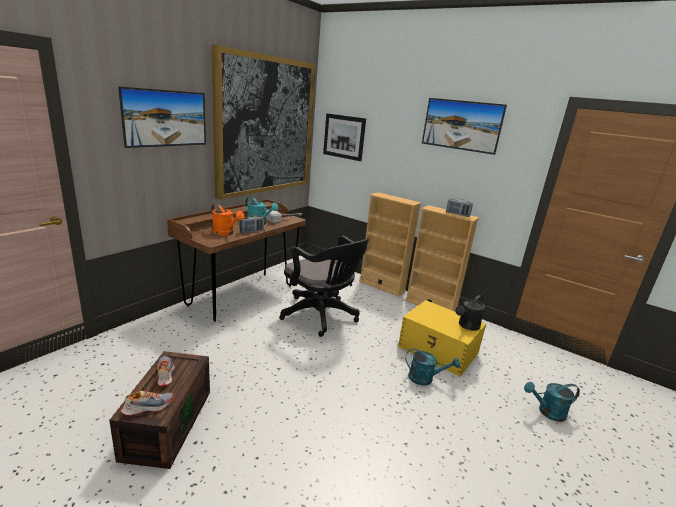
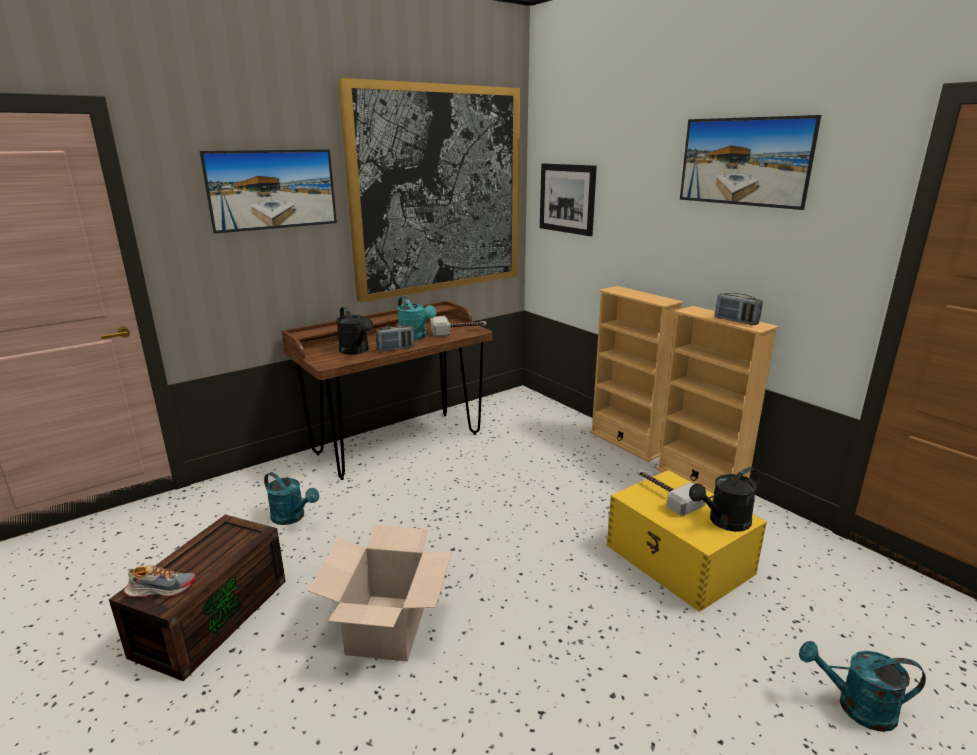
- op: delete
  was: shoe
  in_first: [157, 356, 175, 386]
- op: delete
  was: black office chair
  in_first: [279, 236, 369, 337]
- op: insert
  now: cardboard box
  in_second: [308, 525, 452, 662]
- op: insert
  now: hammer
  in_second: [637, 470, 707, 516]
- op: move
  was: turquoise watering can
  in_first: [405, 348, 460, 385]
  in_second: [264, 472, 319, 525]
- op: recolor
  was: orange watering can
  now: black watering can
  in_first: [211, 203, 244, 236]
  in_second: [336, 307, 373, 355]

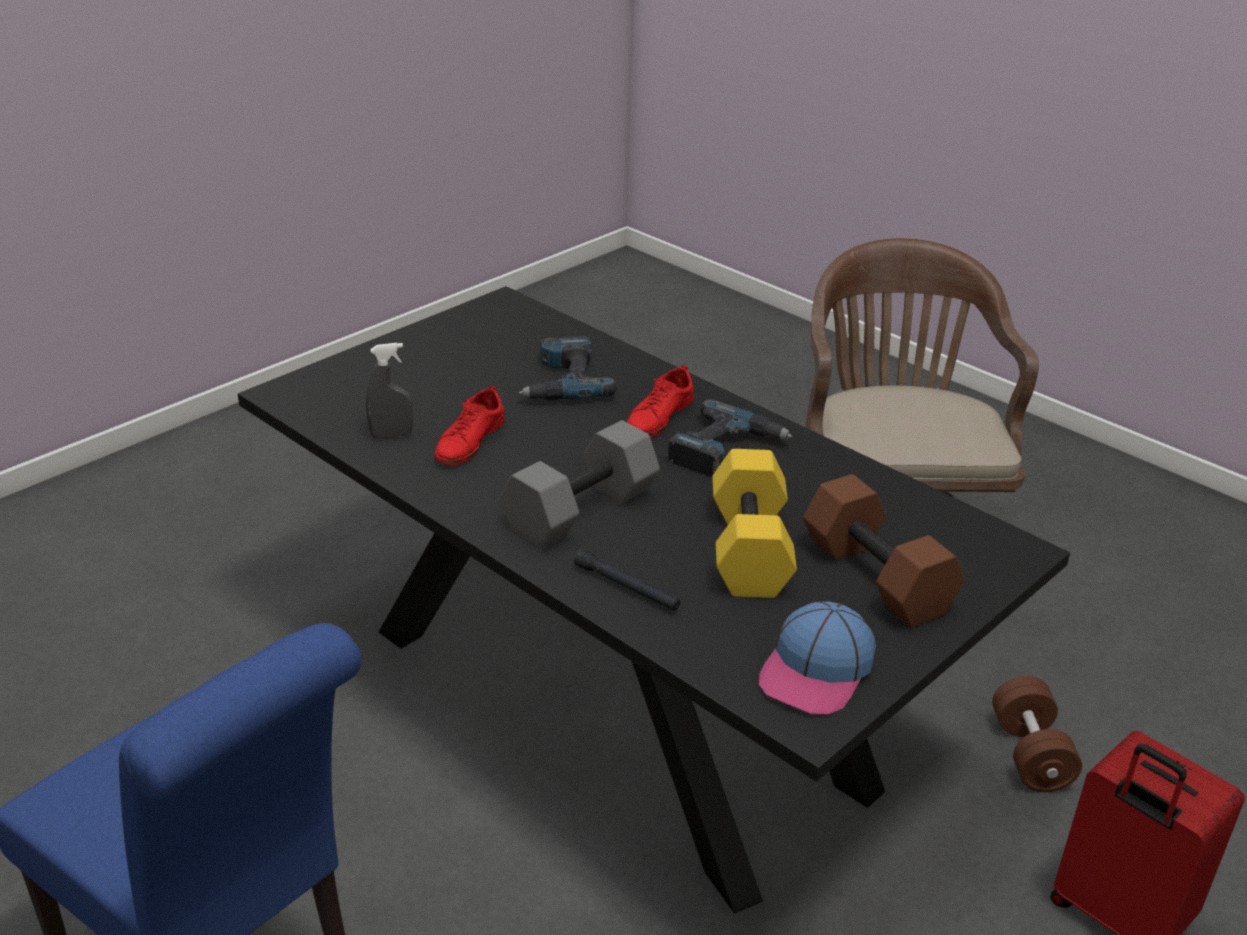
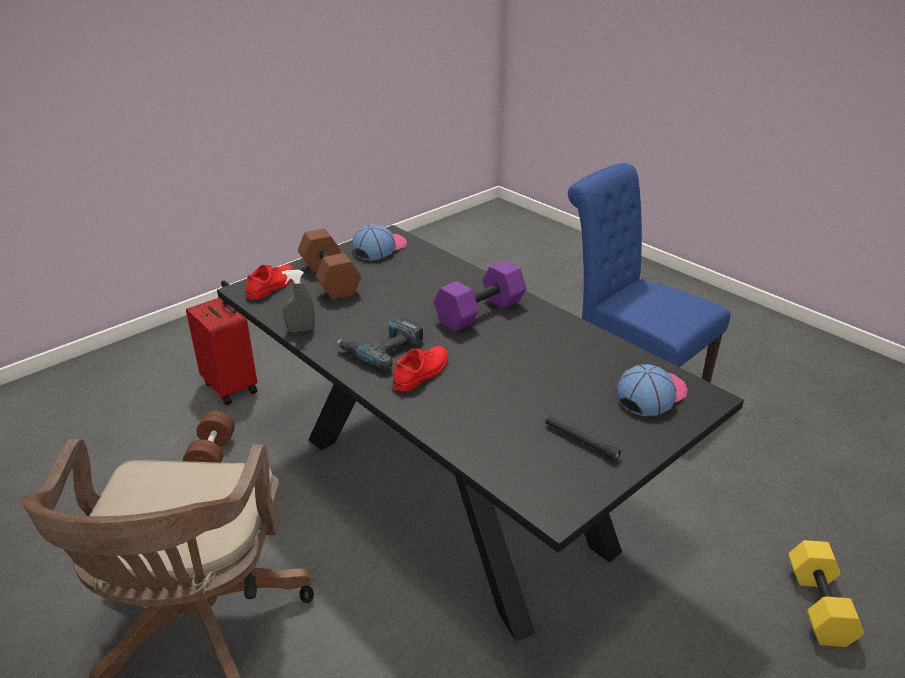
- op: delete
  was: power drill
  in_first: [519, 336, 618, 400]
- op: insert
  now: cap
  in_second: [616, 364, 688, 416]
- op: move
  was: grey spray bottle
  in_first: [366, 343, 413, 439]
  in_second: [282, 270, 315, 332]
- op: move
  was: red shoe
  in_first: [435, 386, 505, 465]
  in_second: [246, 264, 294, 299]
- op: move
  was: black flashlight
  in_first: [574, 549, 680, 611]
  in_second: [545, 416, 621, 461]
- op: move
  was: yellow dumbbell
  in_first: [712, 449, 797, 598]
  in_second: [788, 540, 864, 647]
- op: recolor
  was: grey dumbbell
  now: purple dumbbell
  in_first: [501, 420, 660, 549]
  in_second: [434, 260, 527, 332]

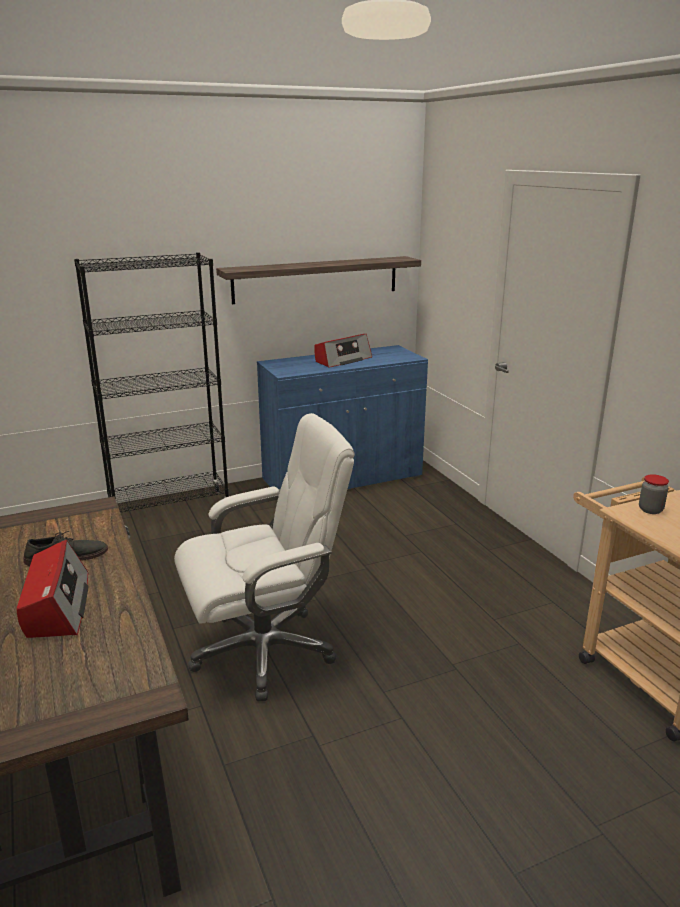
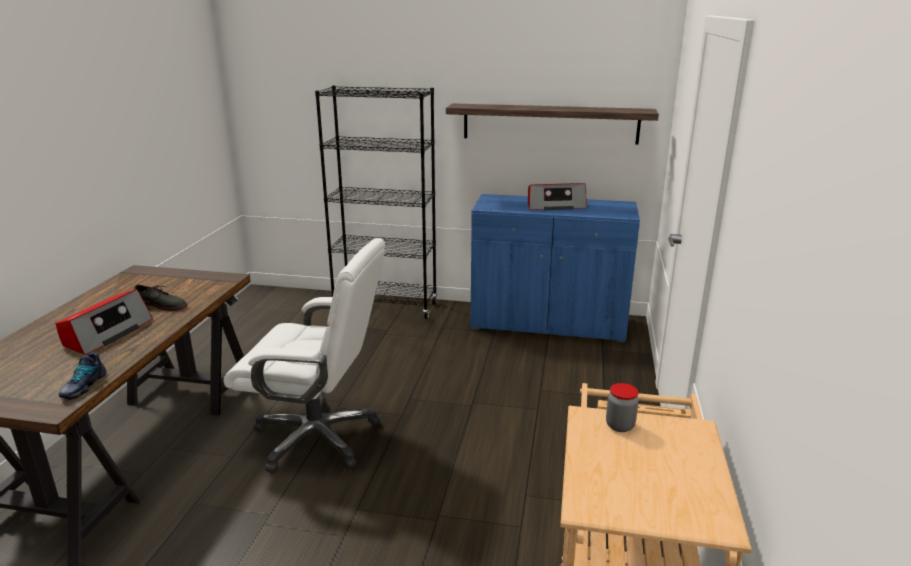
- op: insert
  now: shoe
  in_second: [59, 353, 106, 400]

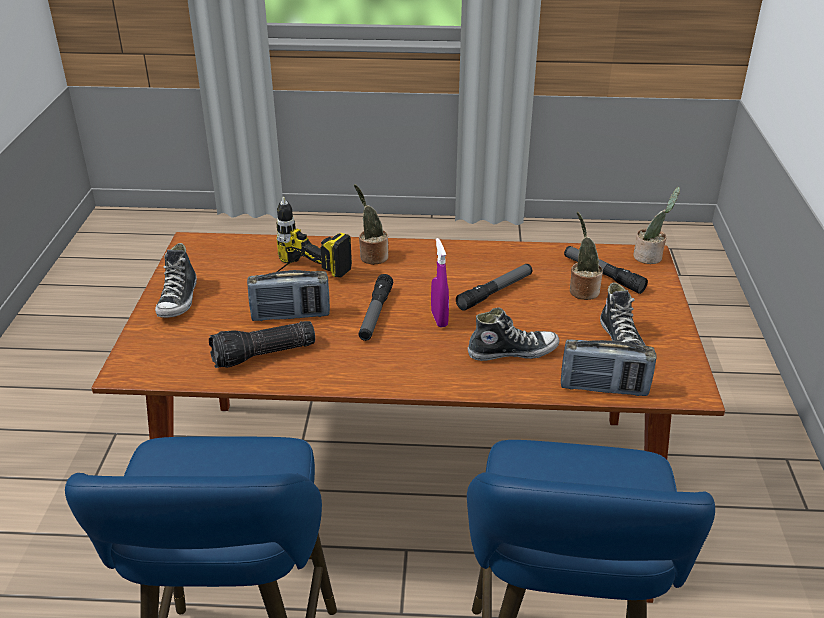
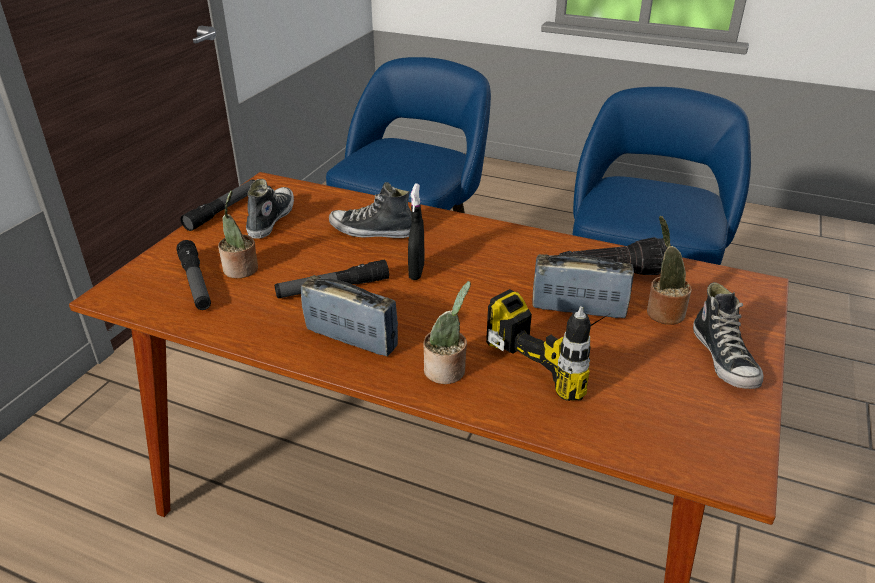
- op: move
  was: flashlight
  in_first: [359, 274, 393, 341]
  in_second: [180, 179, 255, 231]
- op: move
  was: radio
  in_first: [561, 339, 657, 396]
  in_second: [301, 275, 398, 356]
- op: move
  was: potted plant
  in_first: [633, 187, 680, 264]
  in_second: [647, 216, 692, 325]
- op: recolor
  was: purple spray bottle
  now: black spray bottle
  in_first: [431, 238, 449, 327]
  in_second: [408, 184, 425, 280]
- op: rotate
  was: shoe
  in_first: [155, 243, 197, 318]
  in_second: [693, 282, 763, 389]
  clockwise: 150

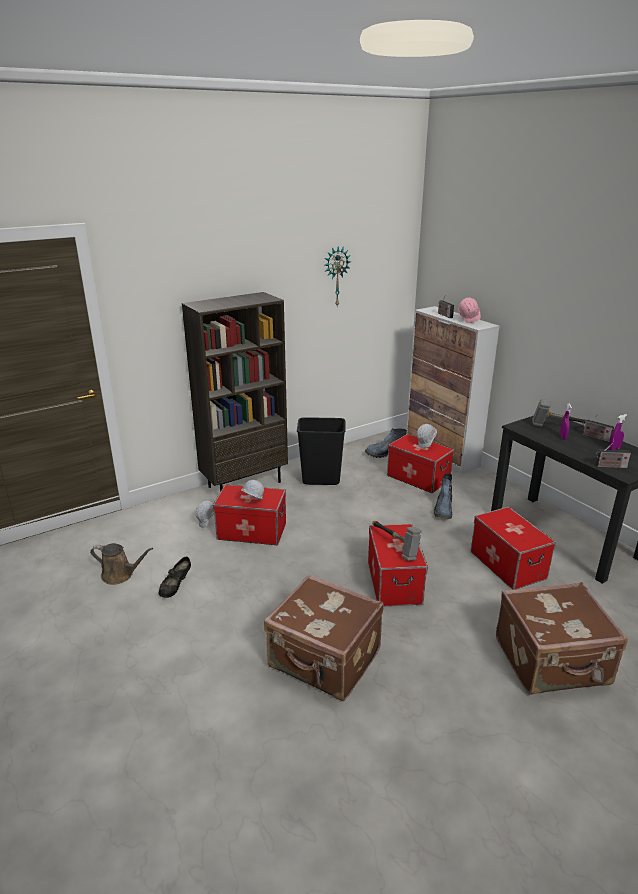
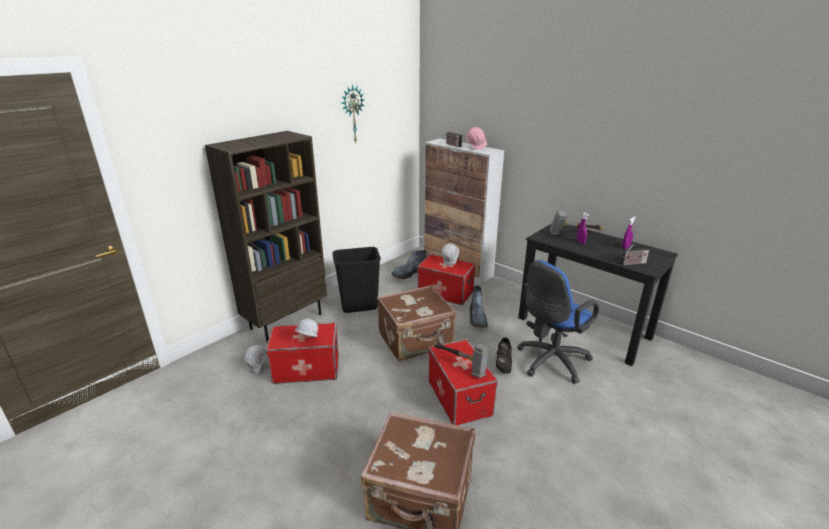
- op: delete
  was: brown watering can
  in_first: [90, 543, 153, 585]
- op: delete
  was: radio
  in_first: [583, 415, 614, 442]
- op: move
  was: black shoe
  in_first: [158, 557, 191, 598]
  in_second: [496, 337, 512, 374]
- op: move
  was: brown suitcase
  in_first: [496, 582, 628, 695]
  in_second: [377, 285, 456, 361]
- op: replace
  was: storage box
  now: blue office chair
  in_first: [471, 507, 556, 590]
  in_second: [517, 260, 599, 384]

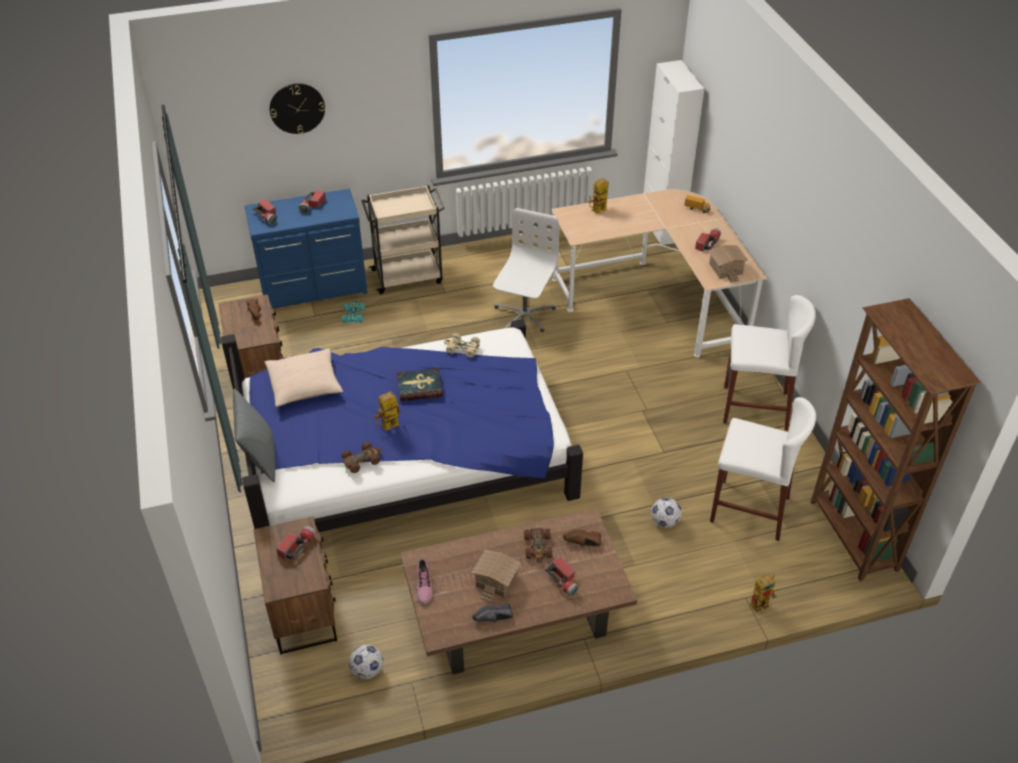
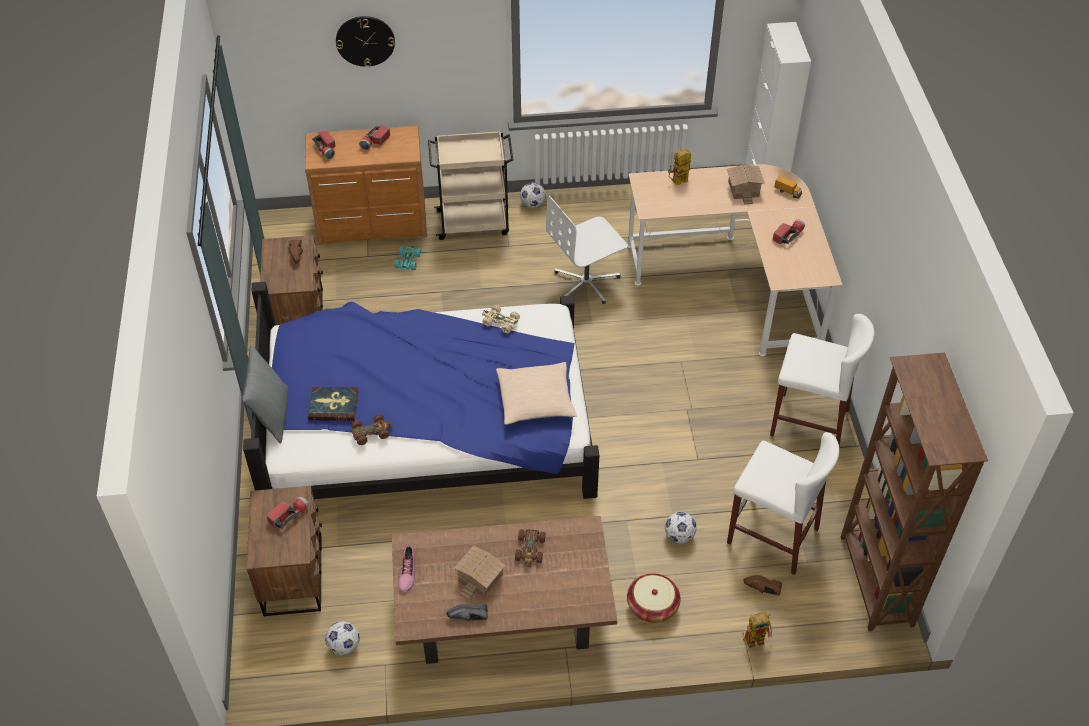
- op: delete
  was: toy robot
  in_first: [375, 391, 401, 431]
- op: delete
  was: flashlight
  in_first: [545, 557, 578, 597]
- op: insert
  now: football
  in_second: [520, 182, 546, 208]
- op: insert
  now: basket
  in_second: [627, 573, 680, 623]
- op: move
  was: beige pillow
  in_first: [265, 348, 343, 407]
  in_second: [496, 362, 577, 425]
- op: move
  was: book
  in_first: [397, 368, 443, 401]
  in_second: [308, 387, 359, 421]
- op: move
  was: brown shoe
  in_first: [563, 529, 601, 546]
  in_second: [743, 575, 782, 596]
- op: move
  was: toy house
  in_first: [708, 245, 748, 283]
  in_second: [727, 165, 765, 205]
- op: recolor
  was: blue dresser
  now: brown dresser
  in_first: [245, 189, 367, 309]
  in_second: [305, 126, 427, 245]
- op: rotate
  was: white office chair
  in_first: [493, 208, 559, 332]
  in_second: [546, 195, 628, 304]
  clockwise: -150

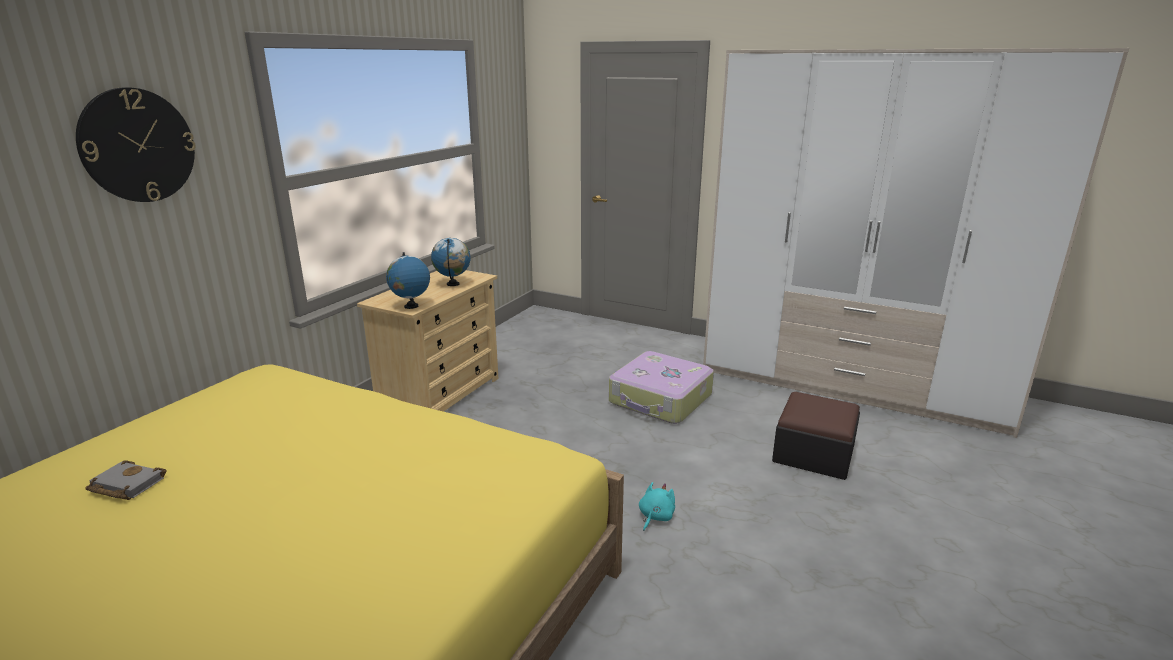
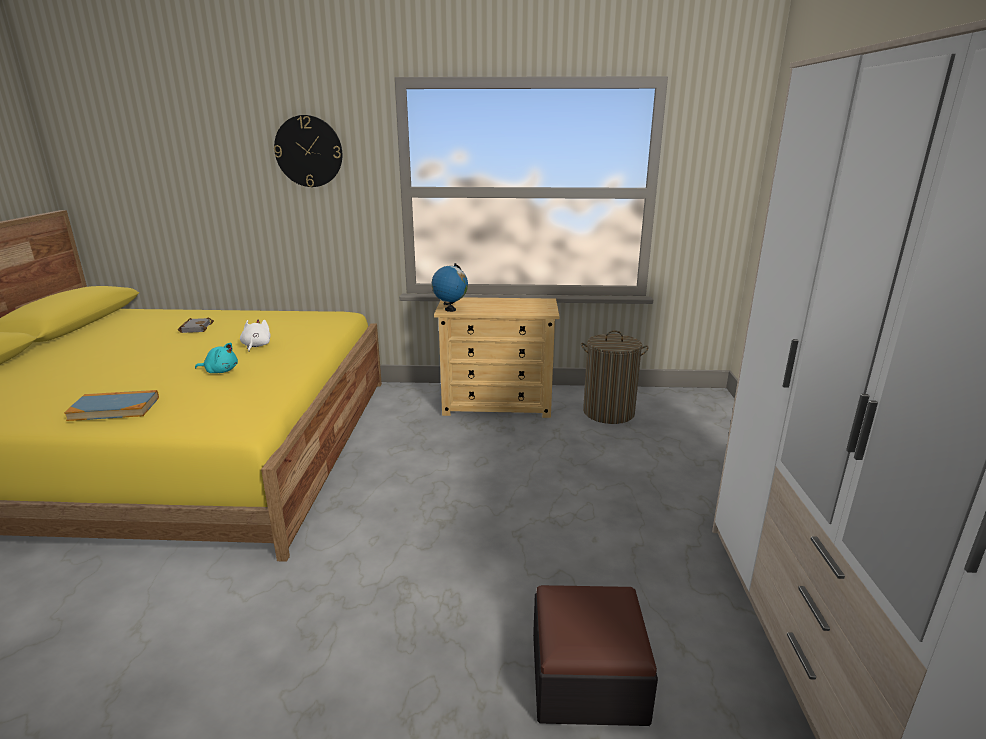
- op: delete
  was: globe
  in_first: [431, 238, 470, 286]
- op: delete
  was: suitcase
  in_first: [609, 351, 714, 424]
- op: insert
  now: book
  in_second: [64, 390, 159, 421]
- op: insert
  now: white plush toy
  in_second: [240, 319, 271, 352]
- op: insert
  now: laundry basket
  in_second: [581, 330, 649, 424]
- op: move
  was: turquoise plush toy
  in_first: [639, 482, 675, 531]
  in_second: [195, 343, 238, 373]

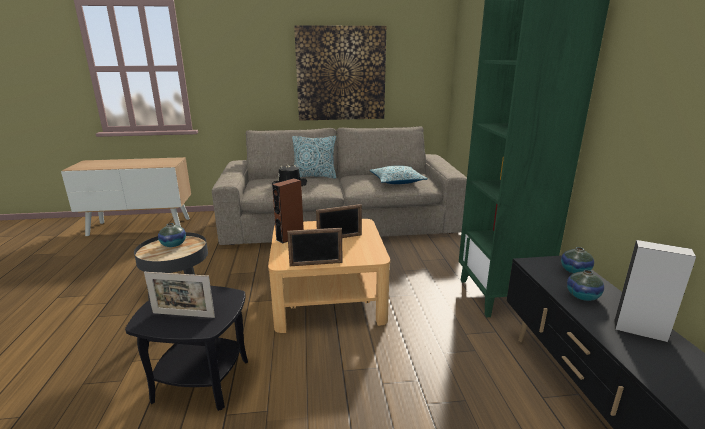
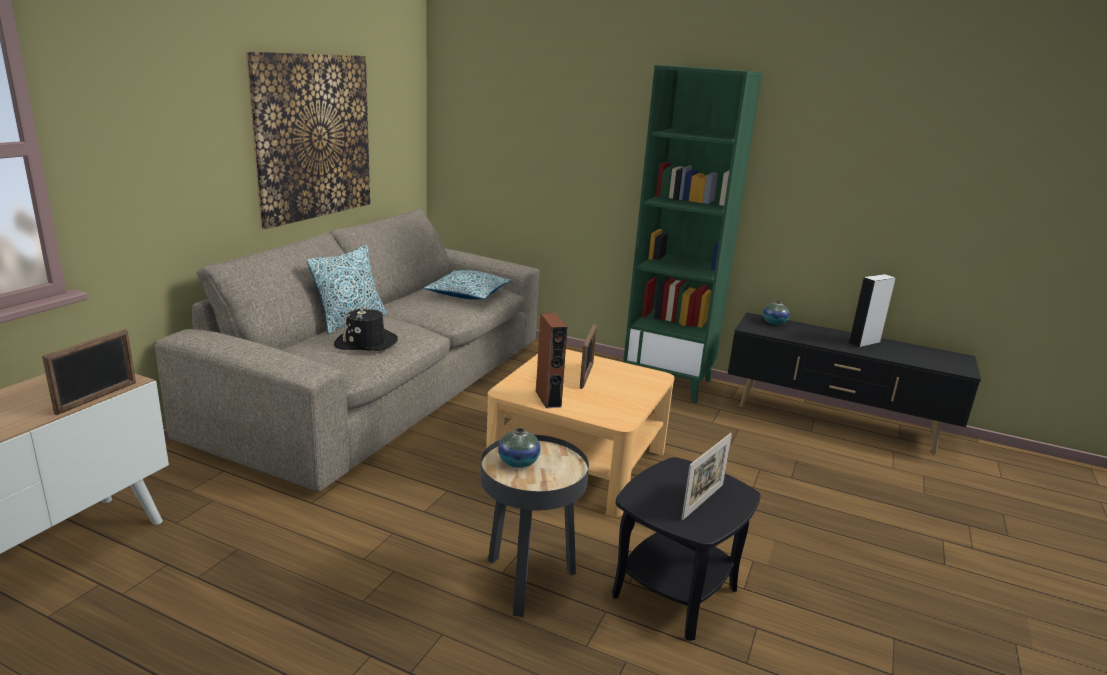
- op: delete
  was: vase
  in_first: [567, 270, 604, 301]
- op: move
  was: picture frame
  in_first: [287, 228, 343, 266]
  in_second: [42, 329, 136, 415]

